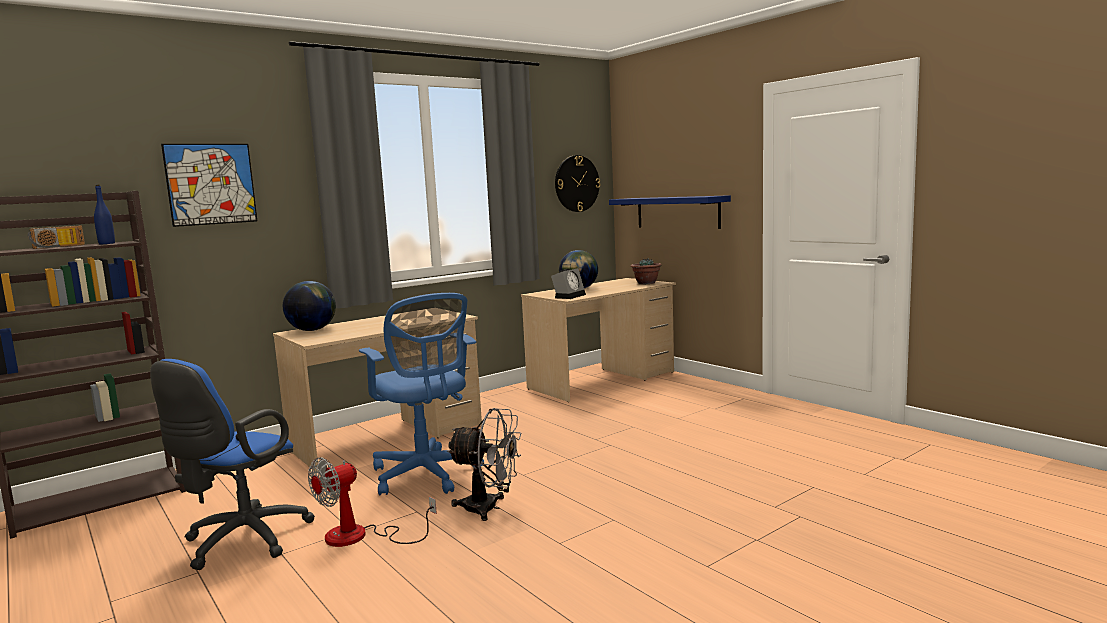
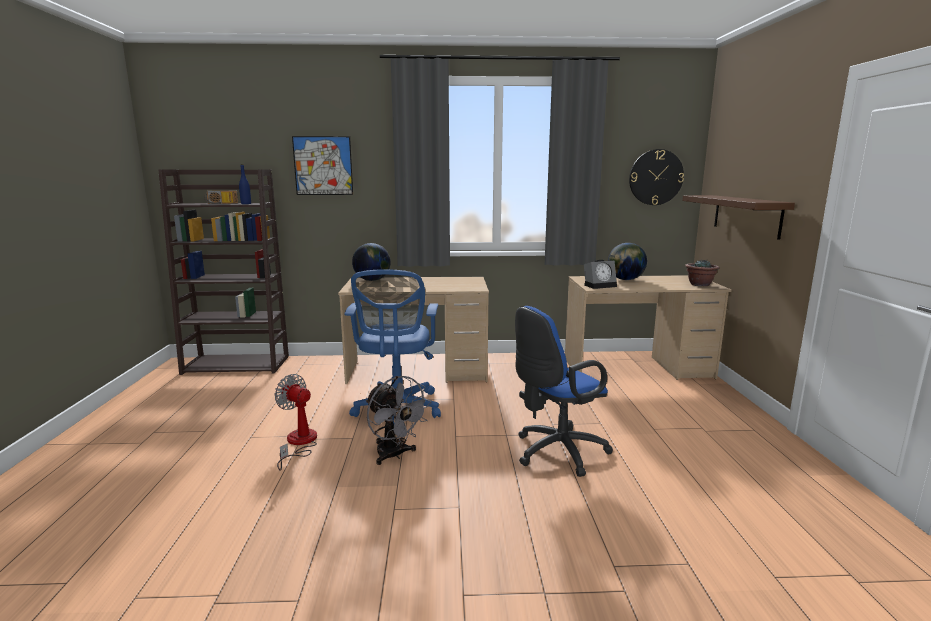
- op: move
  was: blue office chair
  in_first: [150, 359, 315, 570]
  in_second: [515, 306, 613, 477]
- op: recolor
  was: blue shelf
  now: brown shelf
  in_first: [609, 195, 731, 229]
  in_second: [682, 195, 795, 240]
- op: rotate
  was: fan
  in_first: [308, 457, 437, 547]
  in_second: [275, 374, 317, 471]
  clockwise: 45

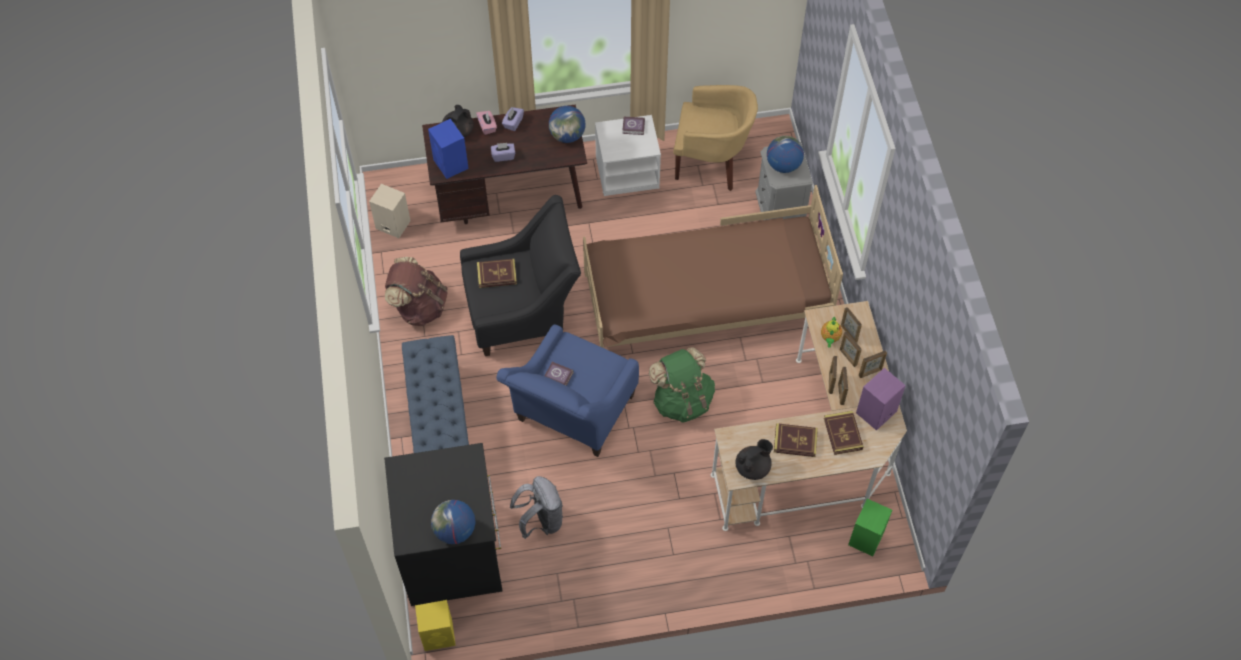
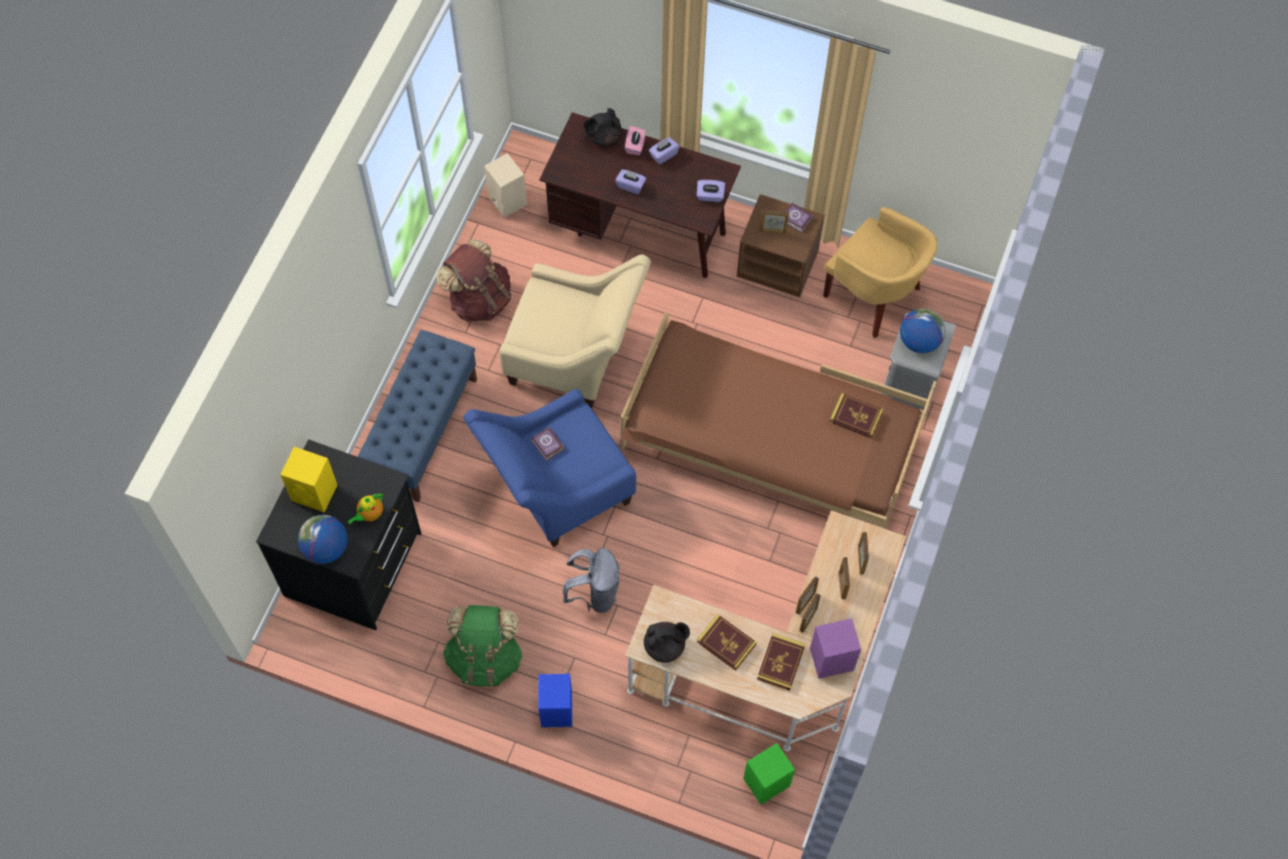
- op: move
  was: yellow speaker
  in_first: [415, 600, 456, 651]
  in_second: [280, 447, 337, 512]
- op: move
  was: blue speaker
  in_first: [428, 119, 469, 179]
  in_second: [538, 674, 572, 727]
- op: move
  was: book
  in_first: [477, 259, 517, 288]
  in_second: [830, 393, 883, 438]
- op: move
  was: grey backpack
  in_first: [510, 476, 563, 539]
  in_second: [562, 548, 620, 613]
- op: move
  was: green backpack
  in_first: [649, 347, 715, 423]
  in_second: [443, 605, 523, 686]
- op: move
  was: teapot
  in_first: [821, 316, 842, 348]
  in_second: [348, 494, 383, 524]
- op: move
  was: picture frame
  in_first: [859, 350, 887, 378]
  in_second: [760, 209, 789, 234]
- op: replace
  was: globe
  now: purple tissue box
  in_first: [549, 106, 586, 143]
  in_second: [697, 180, 725, 202]
- op: recolor
  was: black armchair
  now: beige armchair
  in_first: [460, 195, 581, 356]
  in_second: [499, 255, 651, 408]
- op: recolor
  was: white nightstand
  now: brown nightstand
  in_first: [595, 115, 661, 196]
  in_second: [737, 194, 825, 297]

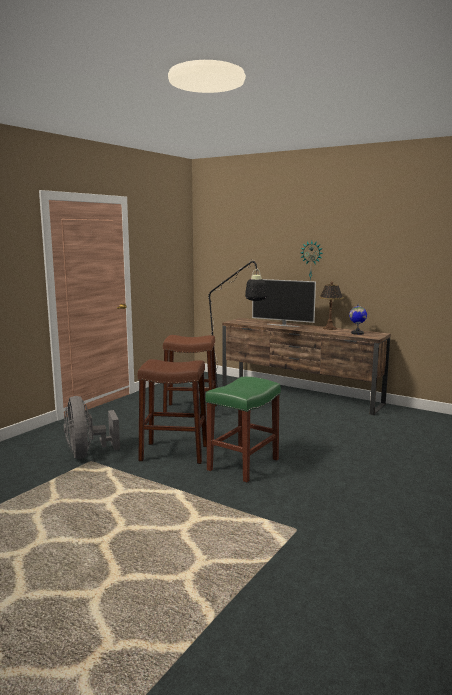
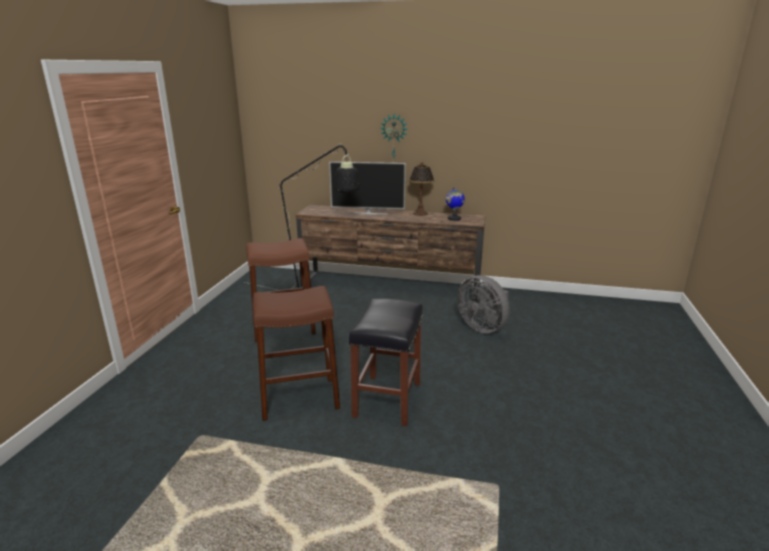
- op: move
  was: grey fan
  in_first: [64, 396, 120, 459]
  in_second: [457, 275, 510, 333]
- op: recolor
  was: green stool
  now: black stool
  in_first: [205, 377, 281, 482]
  in_second: [349, 299, 423, 426]

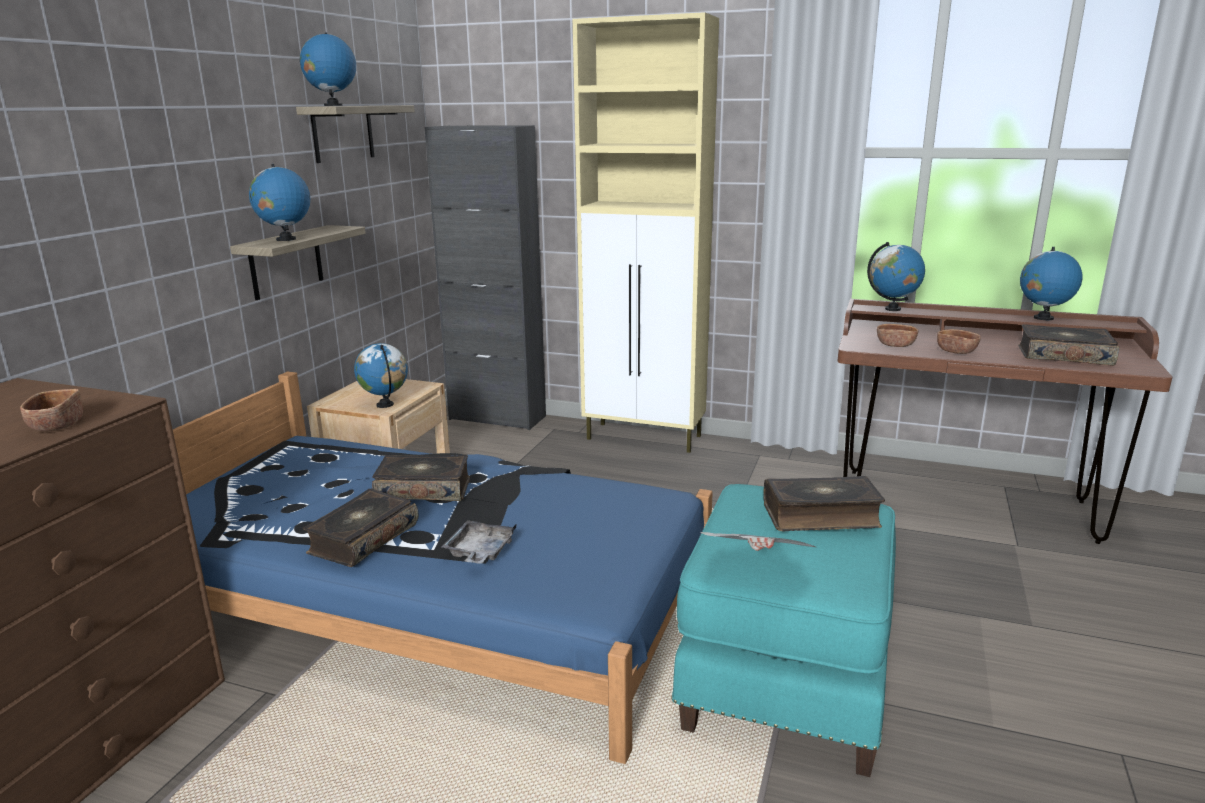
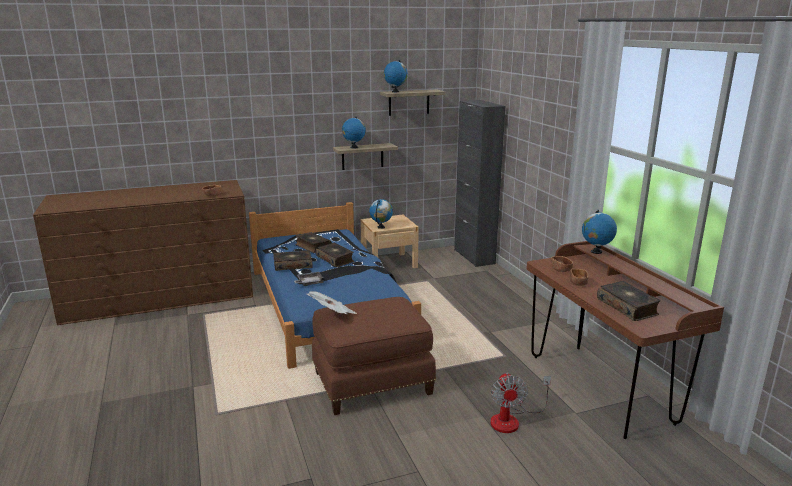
- op: delete
  was: beige cabinet
  in_first: [573, 12, 719, 453]
- op: delete
  was: globe
  in_first: [1020, 247, 1083, 320]
- op: insert
  now: fan
  in_second: [490, 373, 551, 433]
- op: move
  was: book
  in_first: [763, 476, 885, 531]
  in_second: [295, 232, 332, 253]
- op: recolor
  was: turquoise ottoman
  now: brown ottoman
  in_first: [671, 484, 896, 777]
  in_second: [312, 297, 436, 415]

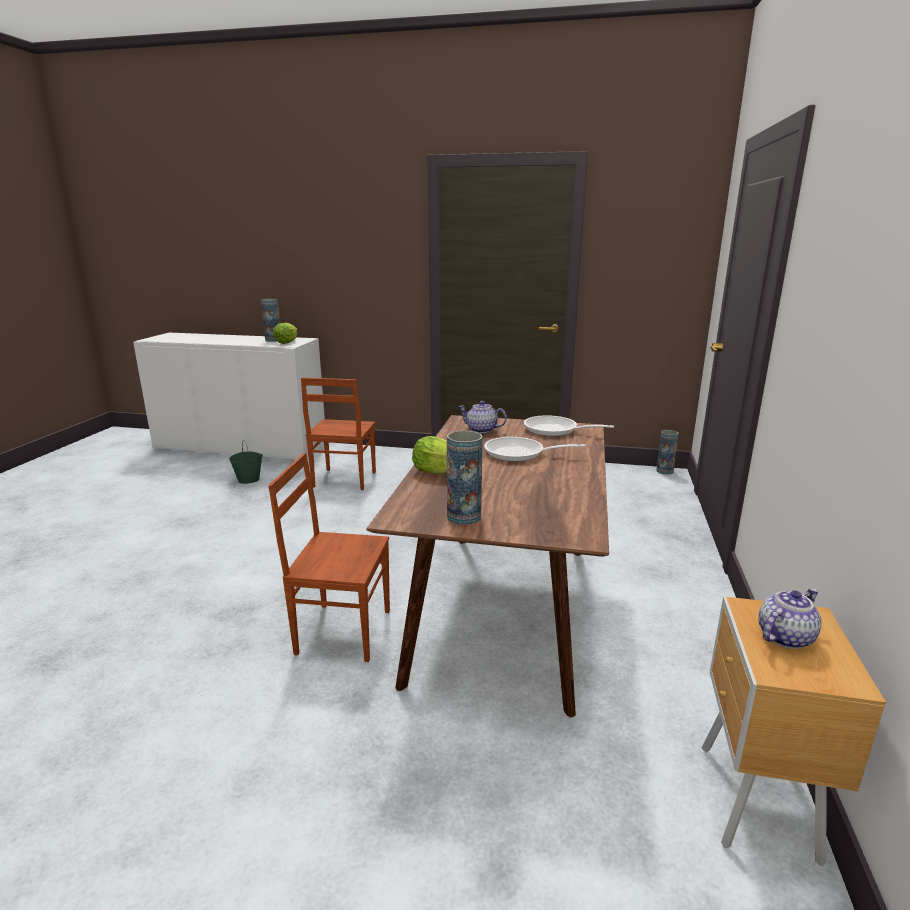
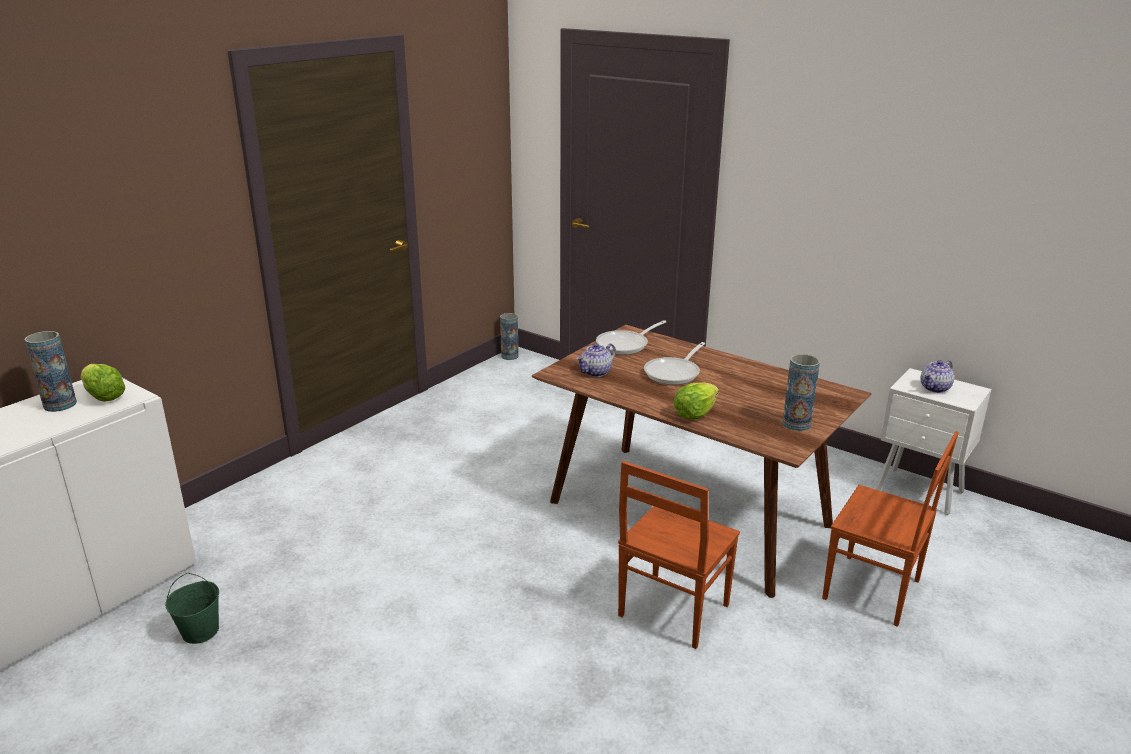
- op: move
  was: brown chair
  in_first: [301, 378, 376, 490]
  in_second: [822, 431, 959, 627]
- op: recolor
  was: brown nightstand
  now: white nightstand
  in_first: [702, 597, 886, 866]
  in_second: [875, 368, 991, 515]
- op: rotate
  was: teapot
  in_first: [759, 588, 822, 649]
  in_second: [921, 360, 954, 393]
  clockwise: -120

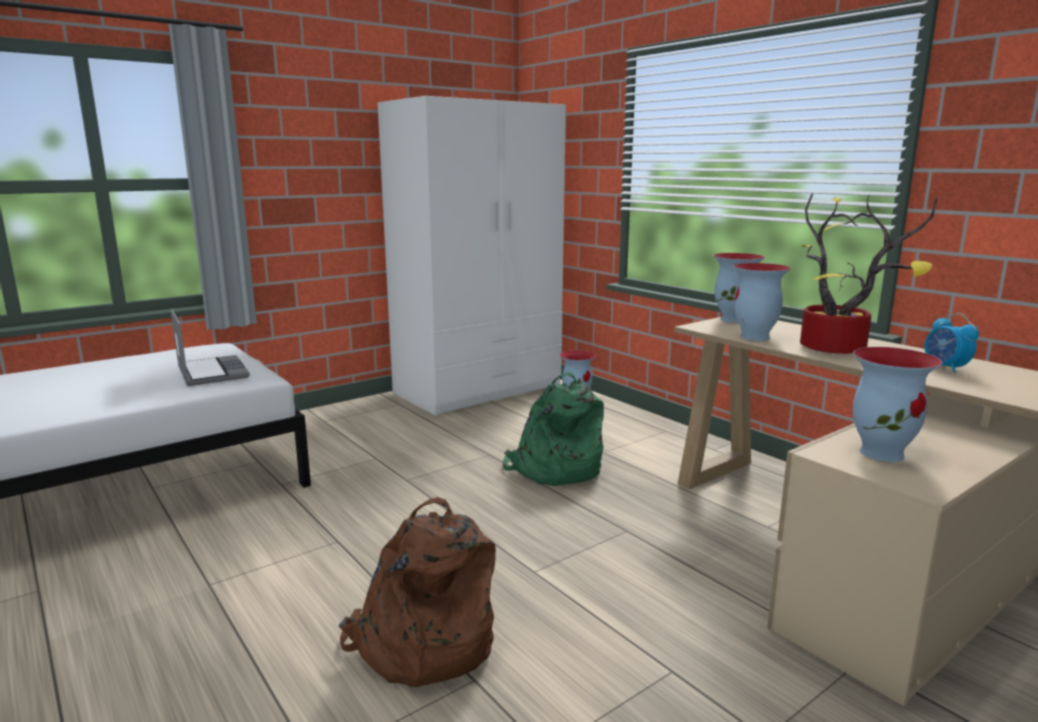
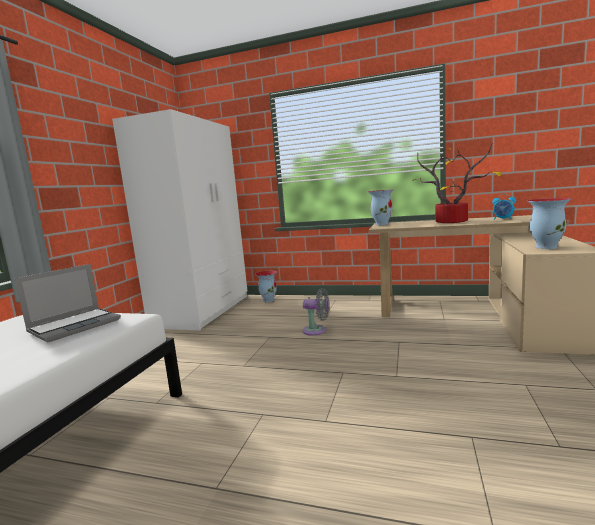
- op: delete
  was: brown backpack
  in_first: [339, 497, 496, 687]
- op: delete
  was: vase
  in_first: [733, 263, 791, 341]
- op: replace
  was: green backpack
  now: grey fan
  in_first: [503, 372, 604, 486]
  in_second: [302, 288, 329, 336]
- op: rotate
  was: laptop
  in_first: [171, 309, 250, 386]
  in_second: [14, 264, 121, 342]
  clockwise: 105

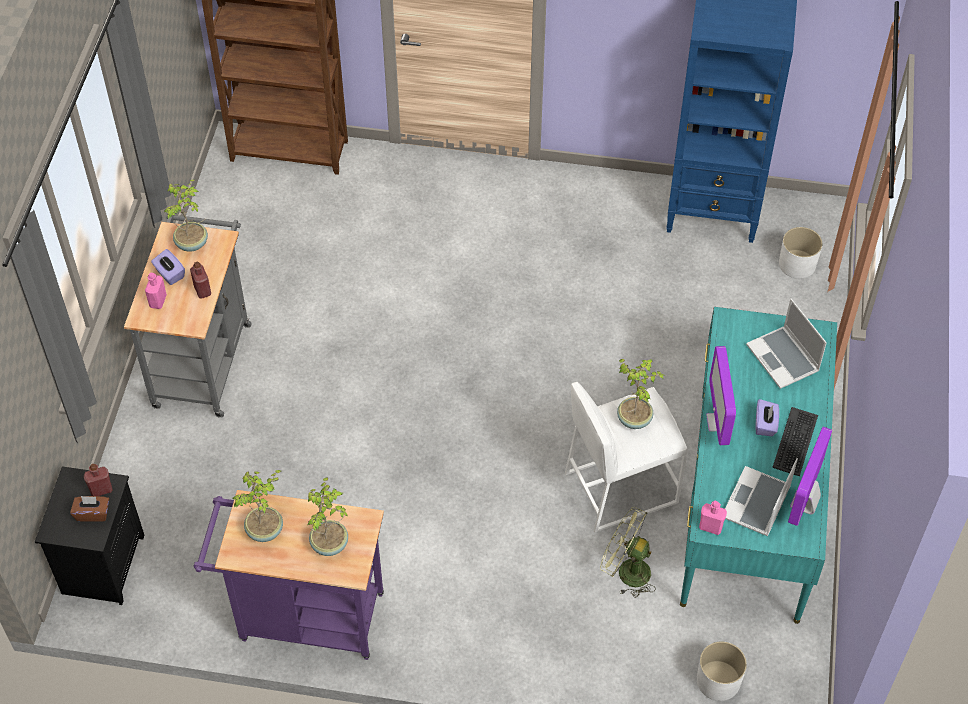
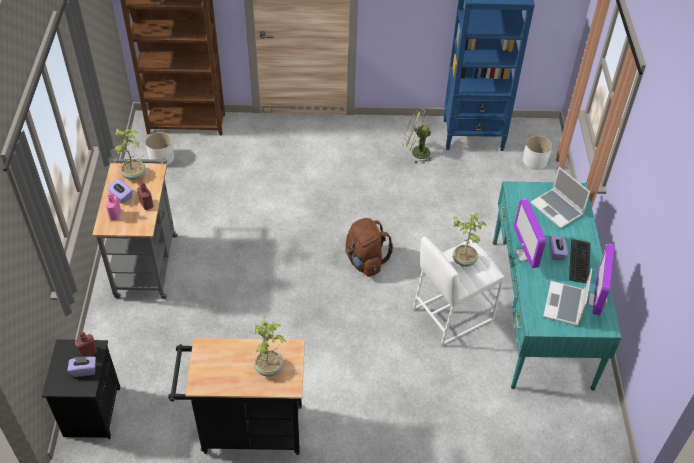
- op: delete
  was: potted plant
  in_first: [233, 470, 283, 542]
- op: delete
  was: pink bottle
  in_first: [699, 501, 727, 535]
- op: insert
  now: brown backpack
  in_second: [345, 218, 393, 277]
- op: move
  was: green fan
  in_first: [600, 507, 656, 598]
  in_second: [403, 108, 433, 164]
- op: move
  was: white planter
  in_first: [697, 641, 747, 701]
  in_second: [145, 132, 174, 165]
- op: recolor
  was: brown tissue box
  now: purple tissue box
  in_first: [70, 496, 109, 522]
  in_second: [67, 356, 96, 377]
- op: recolor
  was: purple cart
  now: black cart
  in_first: [194, 490, 384, 660]
  in_second: [168, 338, 305, 455]

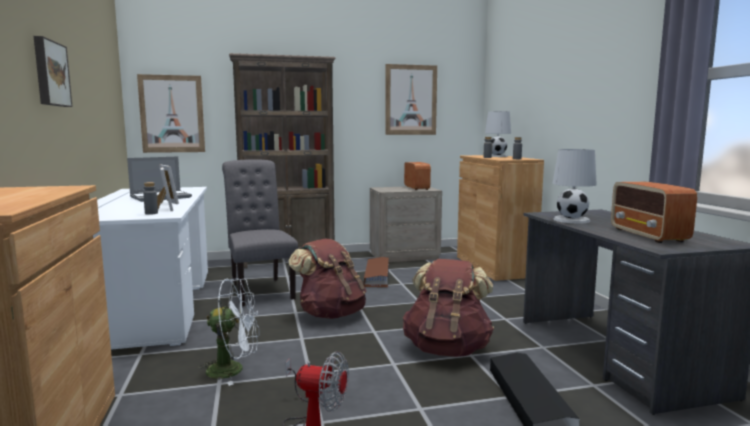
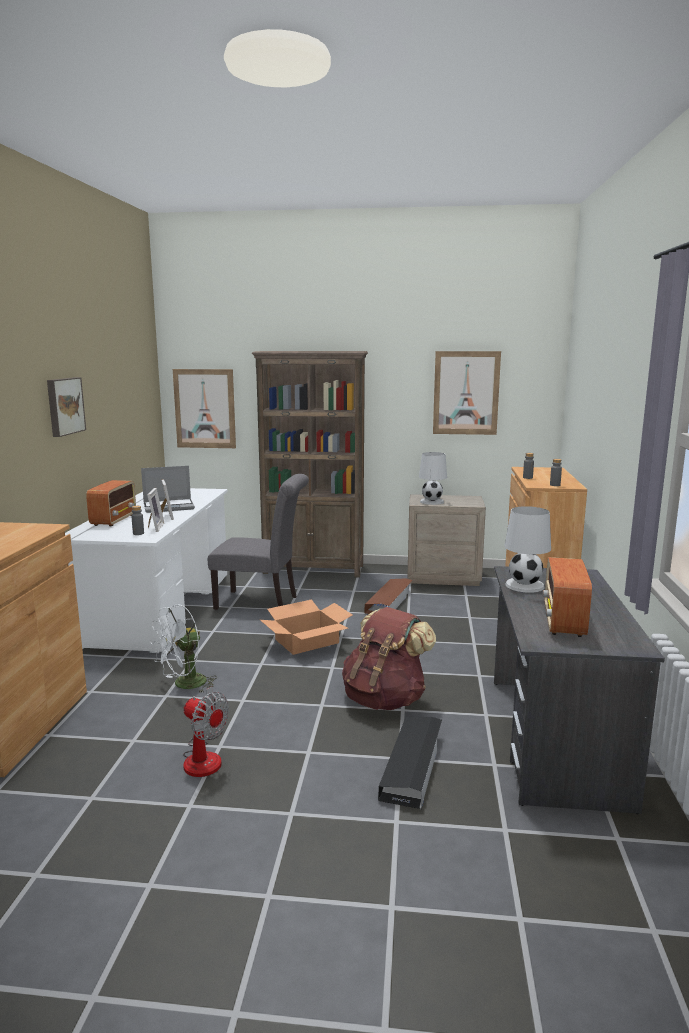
- op: move
  was: radio
  in_first: [404, 162, 431, 190]
  in_second: [86, 480, 136, 527]
- op: move
  was: white table lamp
  in_first: [485, 111, 511, 157]
  in_second: [419, 452, 447, 505]
- op: replace
  was: brown backpack
  now: cardboard box
  in_first: [288, 238, 367, 319]
  in_second: [260, 599, 353, 655]
- op: rotate
  was: white fan
  in_first: [198, 278, 260, 386]
  in_second: [150, 604, 217, 692]
  clockwise: 120
- op: rotate
  was: grey chair
  in_first: [222, 159, 298, 306]
  in_second: [208, 474, 309, 610]
  clockwise: 105

